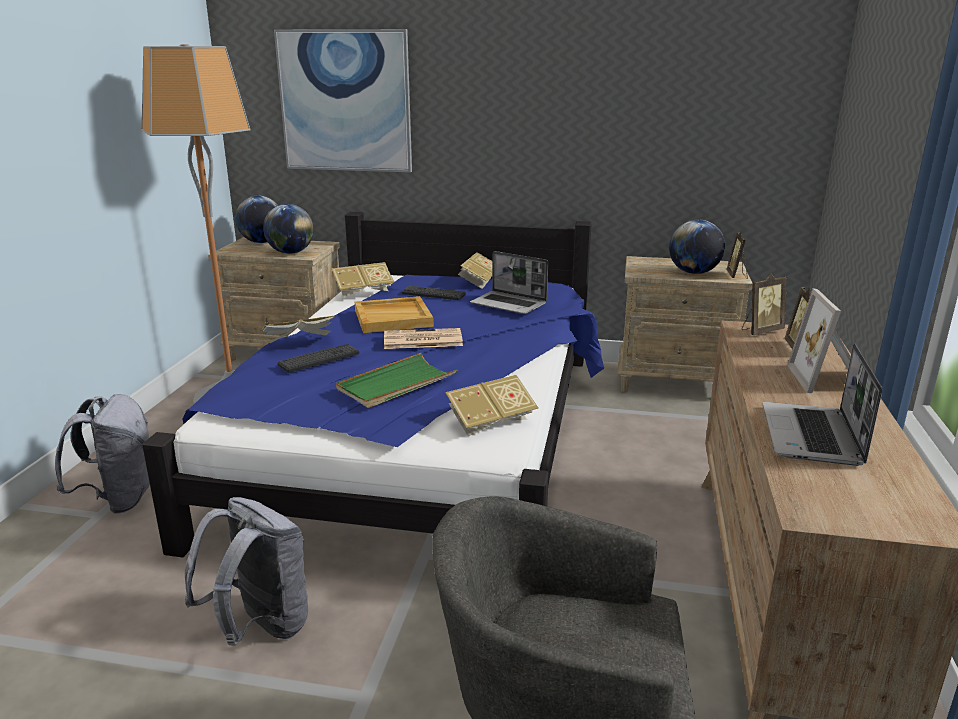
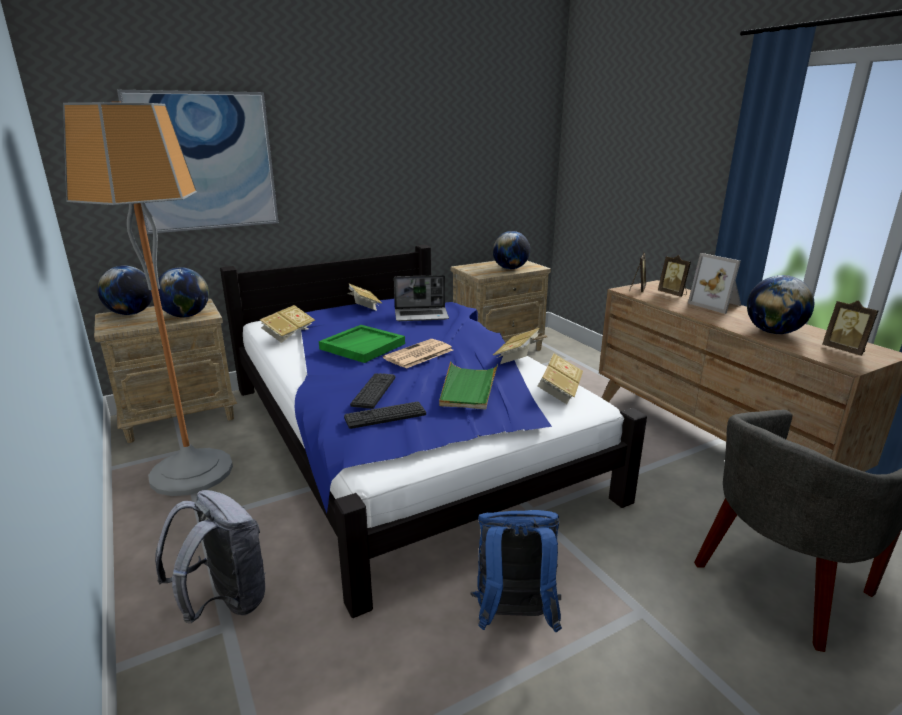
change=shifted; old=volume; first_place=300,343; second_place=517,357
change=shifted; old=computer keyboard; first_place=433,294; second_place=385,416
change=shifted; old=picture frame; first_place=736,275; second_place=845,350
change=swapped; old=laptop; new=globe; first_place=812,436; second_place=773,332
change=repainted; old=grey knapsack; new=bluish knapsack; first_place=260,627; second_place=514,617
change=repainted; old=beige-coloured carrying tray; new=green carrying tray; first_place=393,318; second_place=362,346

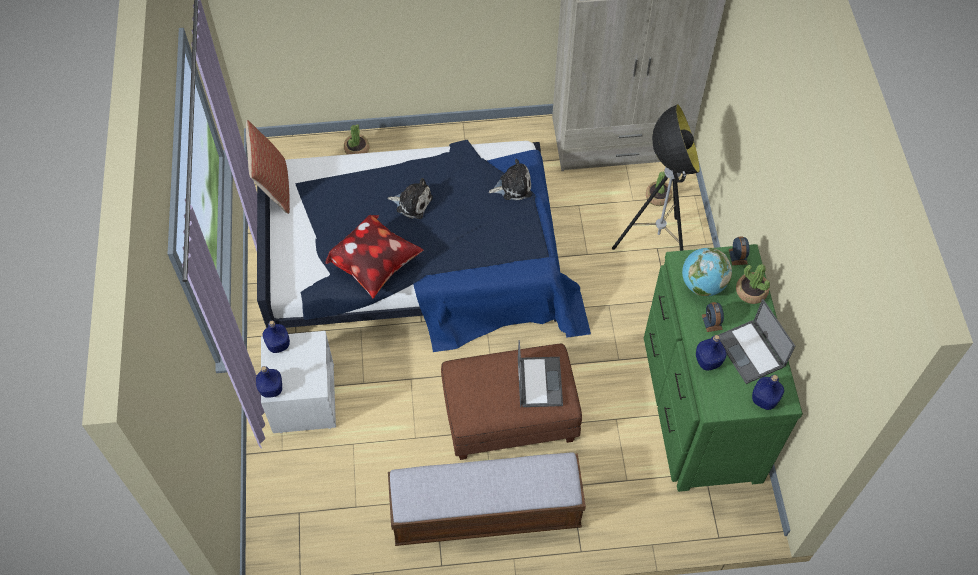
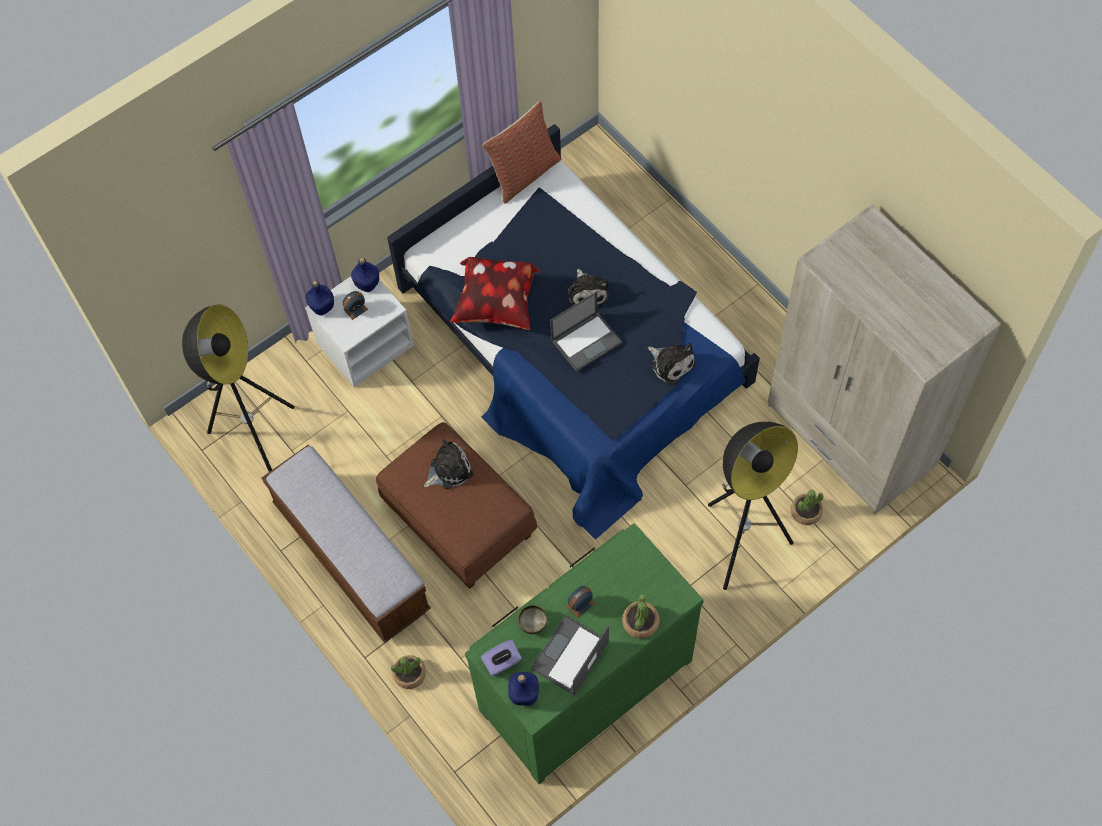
change=gone; old=globe; first_place=702,284
change=new; new=floor lamp; second_place=256,439
change=new; new=cuddly toy; second_place=449,470
change=new; new=purplish tissue holder; second_place=502,662
change=shifted; old=houseplant; first_place=357,149; second_place=409,674
change=shifted; old=laptop; first_place=539,381; second_place=587,340
change=shifted; old=table clock; first_place=738,256; second_place=355,309
change=swapped; old=bluish bottle; new=deep dish; first_place=708,362; second_place=533,623

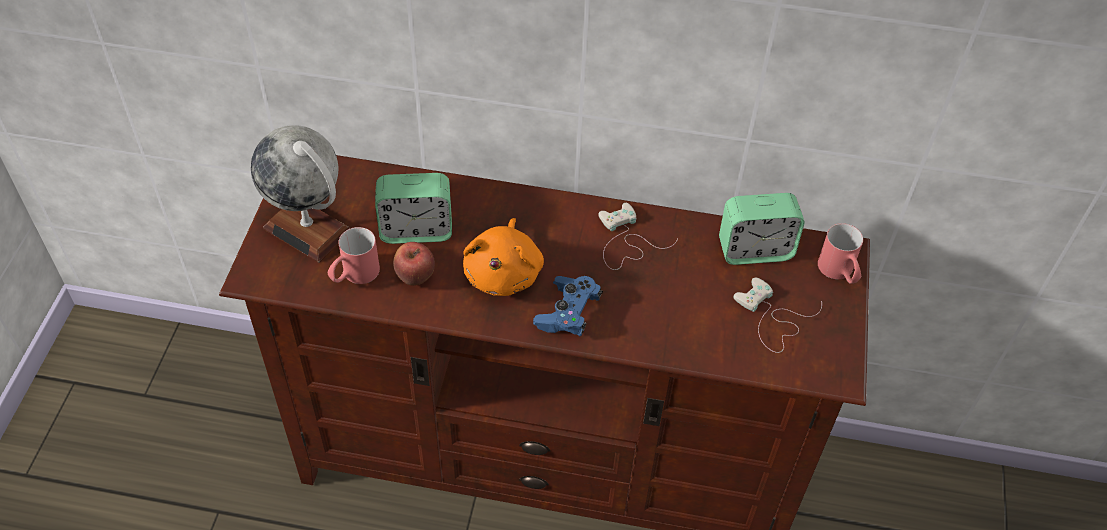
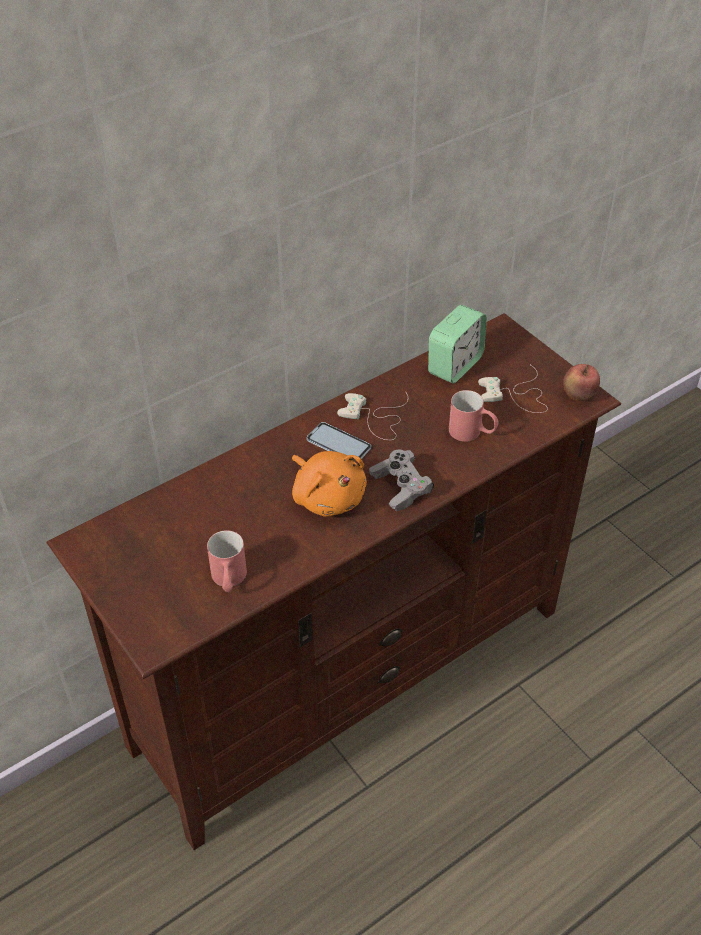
change=gone; old=globe; first_place=308,229
change=gone; old=table clock; first_place=416,230
change=new; new=phone; second_place=338,444
change=shifted; old=whole apple; first_place=415,277; second_place=578,396
change=shifted; old=red coffee mug; first_place=839,273; second_place=472,433
change=repainted; old=bluish joypad; new=grey joypad; first_place=568,313; second_place=401,487

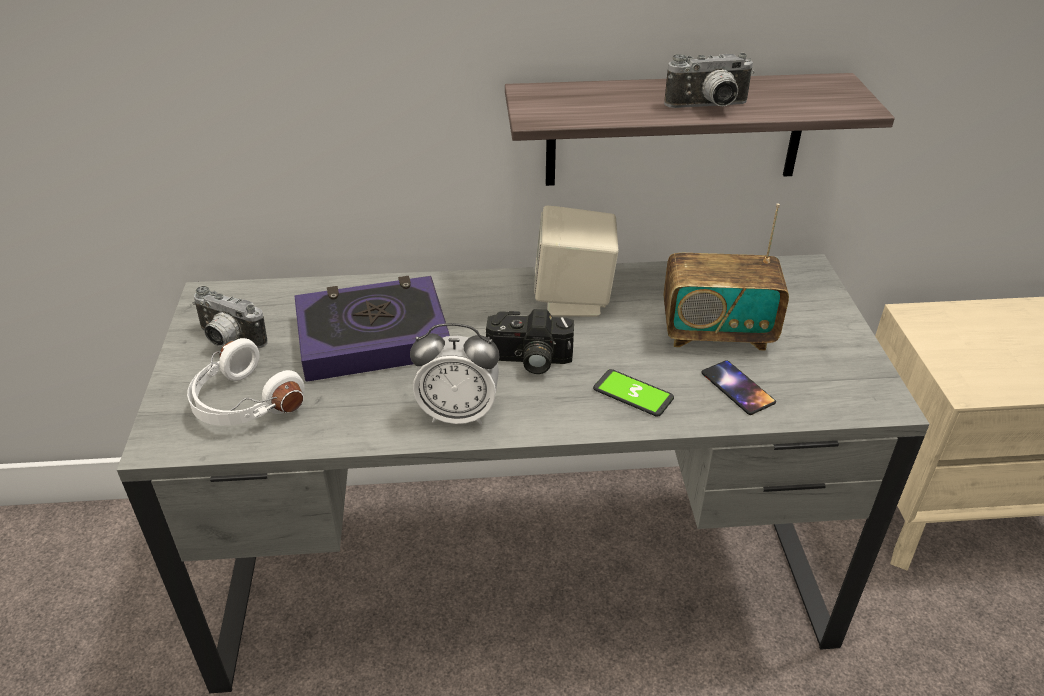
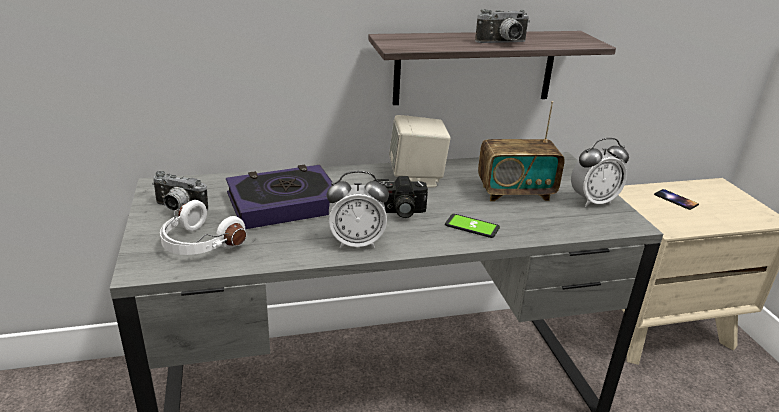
change=new; new=table clock; second_place=593,201
change=shifted; old=phone; first_place=737,388; second_place=676,199

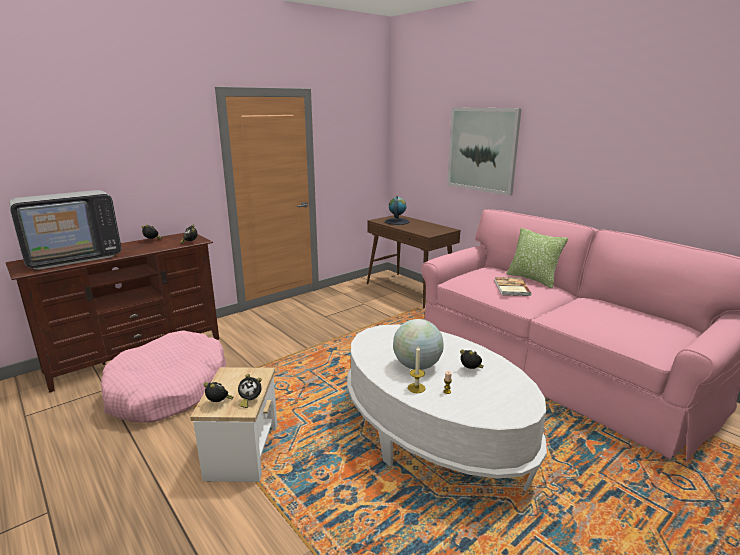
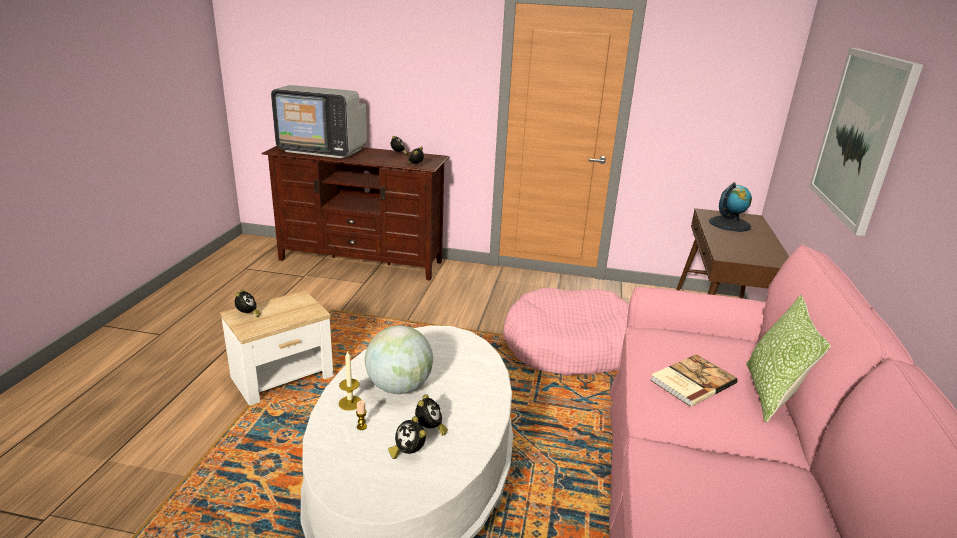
change=shifted; old=pinkish dog bed; first_place=168,390; second_place=569,346
change=shifted; old=table clock; first_place=250,401; second_place=408,452

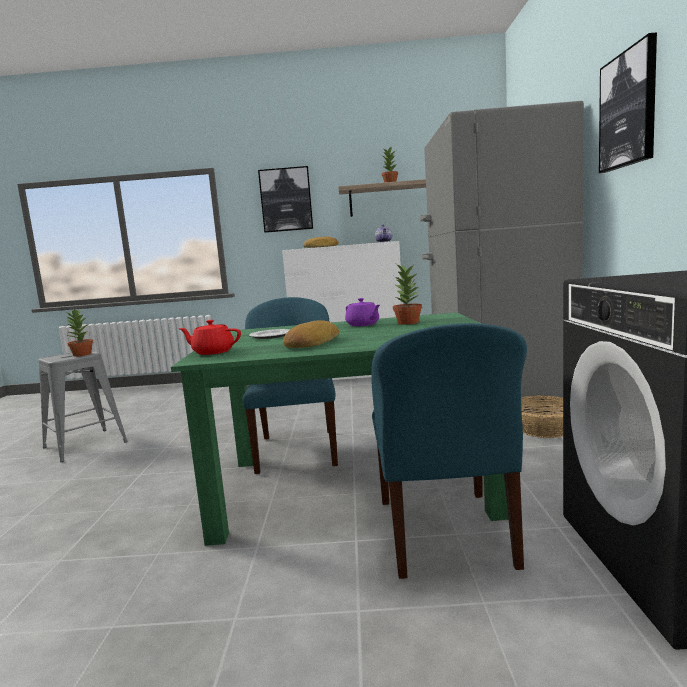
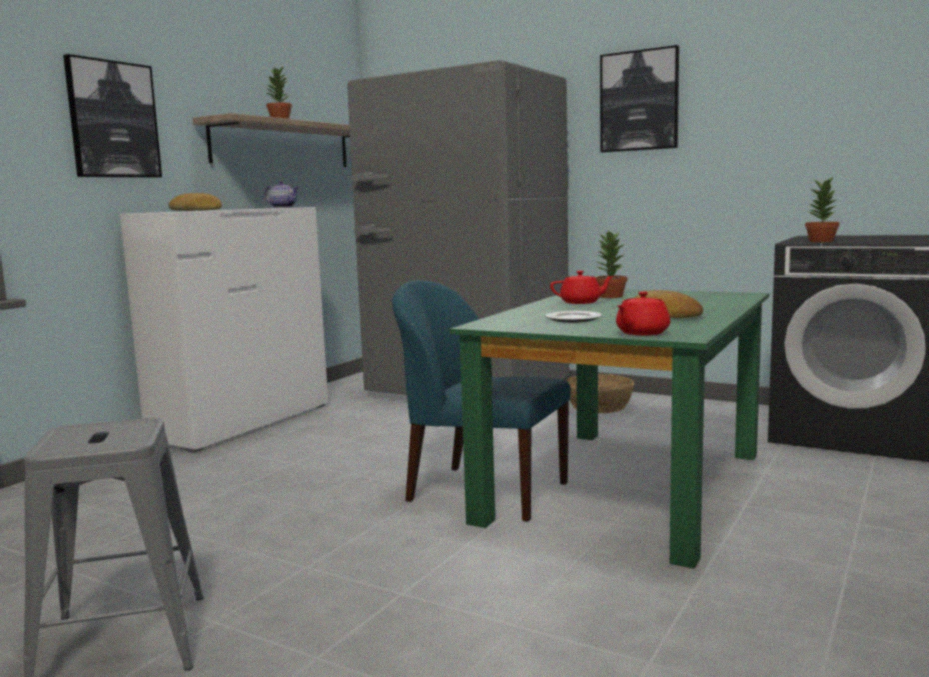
change=gone; old=bluish plain chair; first_place=445,534
change=shifted; old=houseplant; first_place=81,354; second_place=821,241
change=repainted; old=purplish teapot; new=red teapot; first_place=363,324; second_place=581,302

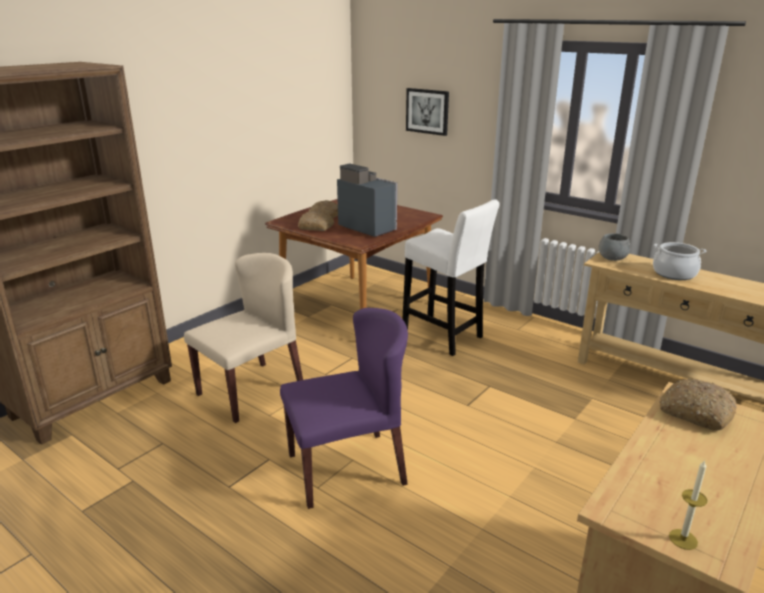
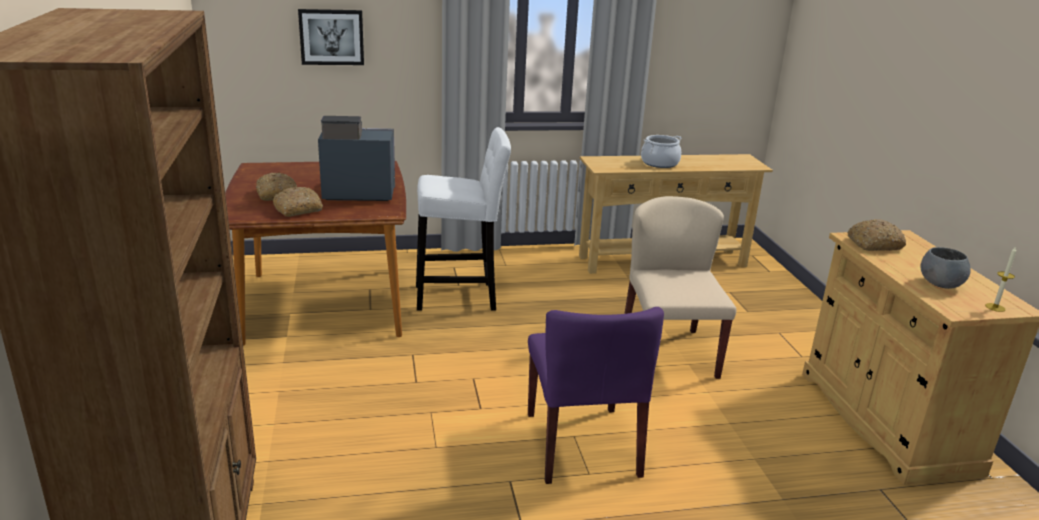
change=shifted; old=beige-coloured plain chair; first_place=251,391; second_place=668,353
change=shifted; old=grey deep dish; first_place=612,258; second_place=940,284
change=rotated; old=purplish plain chair; first_place=347,468; second_place=582,444; degrees=150

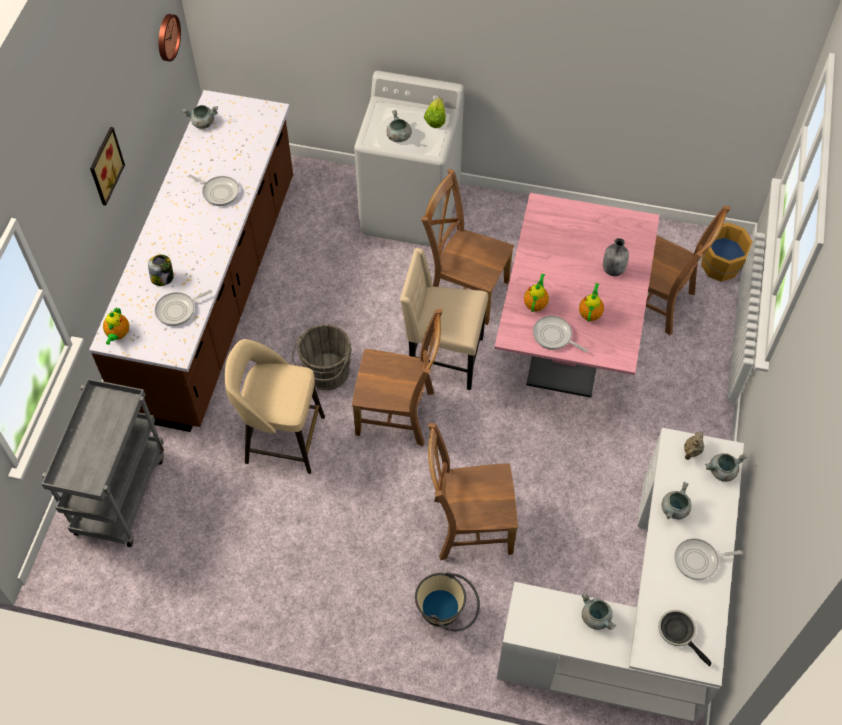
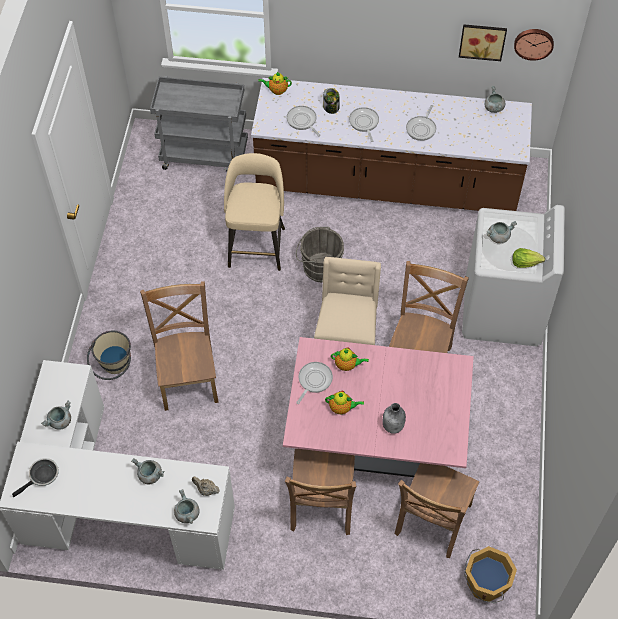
change=shifted; old=picture; first_place=104,165; second_place=482,40
change=shifted; old=brown plain chair; first_place=399,414; second_place=321,506
change=shifted; old=frying pan; first_place=698,560; second_place=364,123

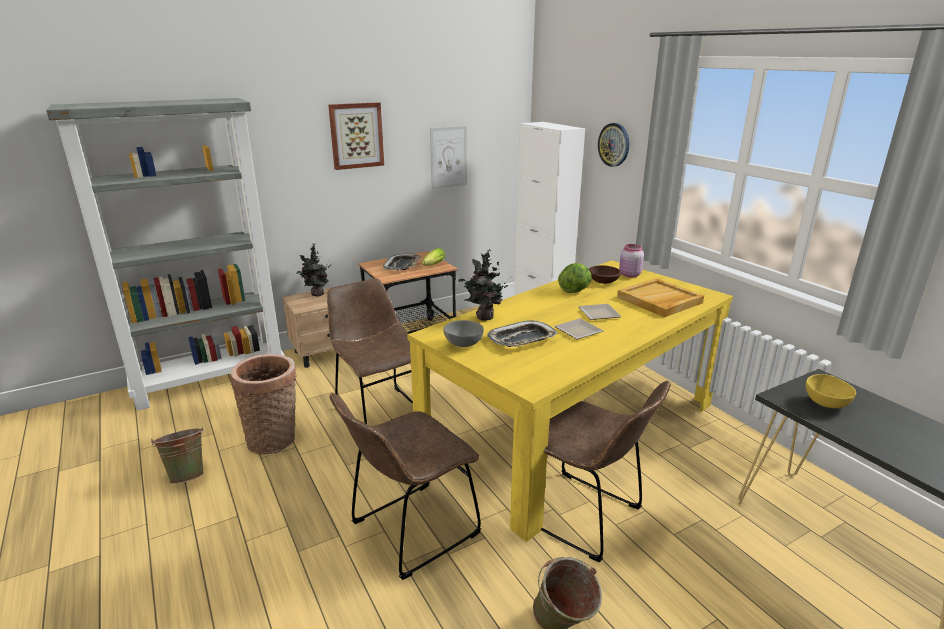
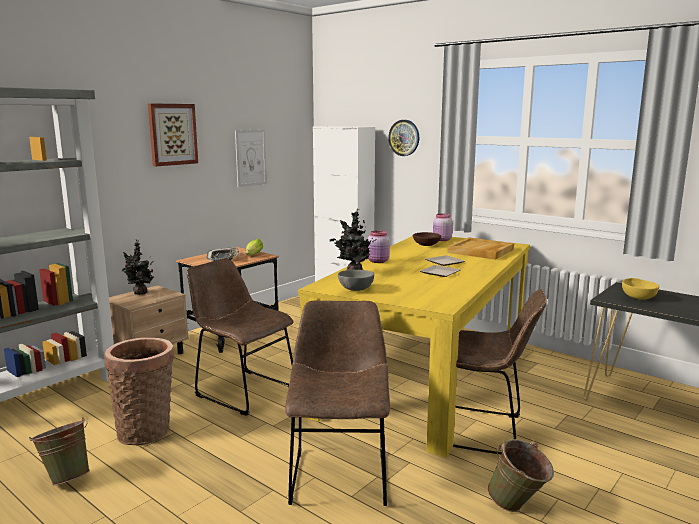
change=gone; old=carrying tray; first_place=522,339
change=gone; old=lettuce head; first_place=575,291
change=new; new=pinkish preserve jar; second_place=378,261
change=rotated; old=brown plain chair; first_place=409,532; second_place=339,472; degrees=150

